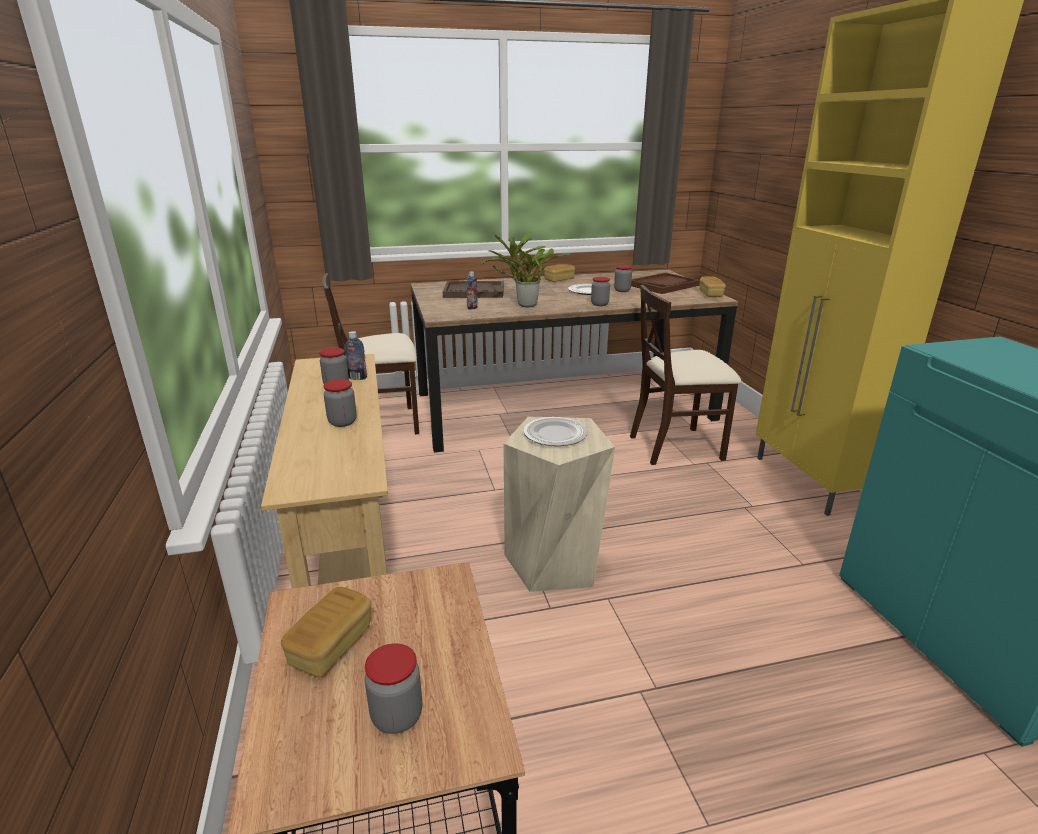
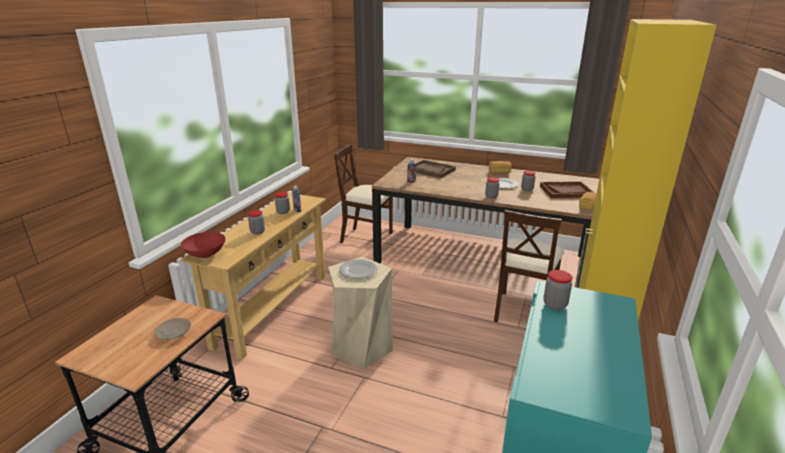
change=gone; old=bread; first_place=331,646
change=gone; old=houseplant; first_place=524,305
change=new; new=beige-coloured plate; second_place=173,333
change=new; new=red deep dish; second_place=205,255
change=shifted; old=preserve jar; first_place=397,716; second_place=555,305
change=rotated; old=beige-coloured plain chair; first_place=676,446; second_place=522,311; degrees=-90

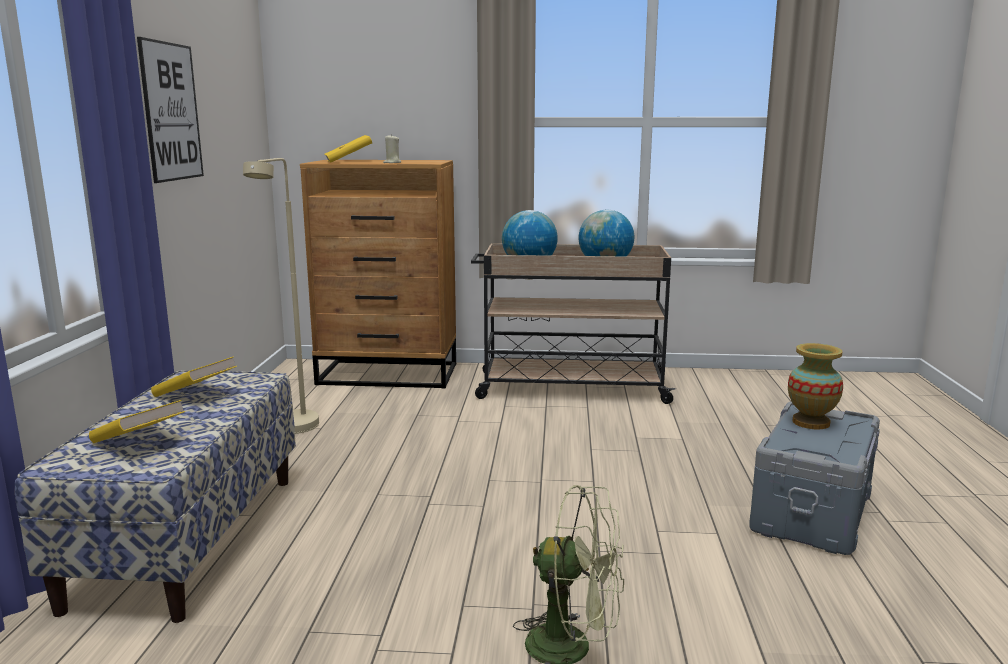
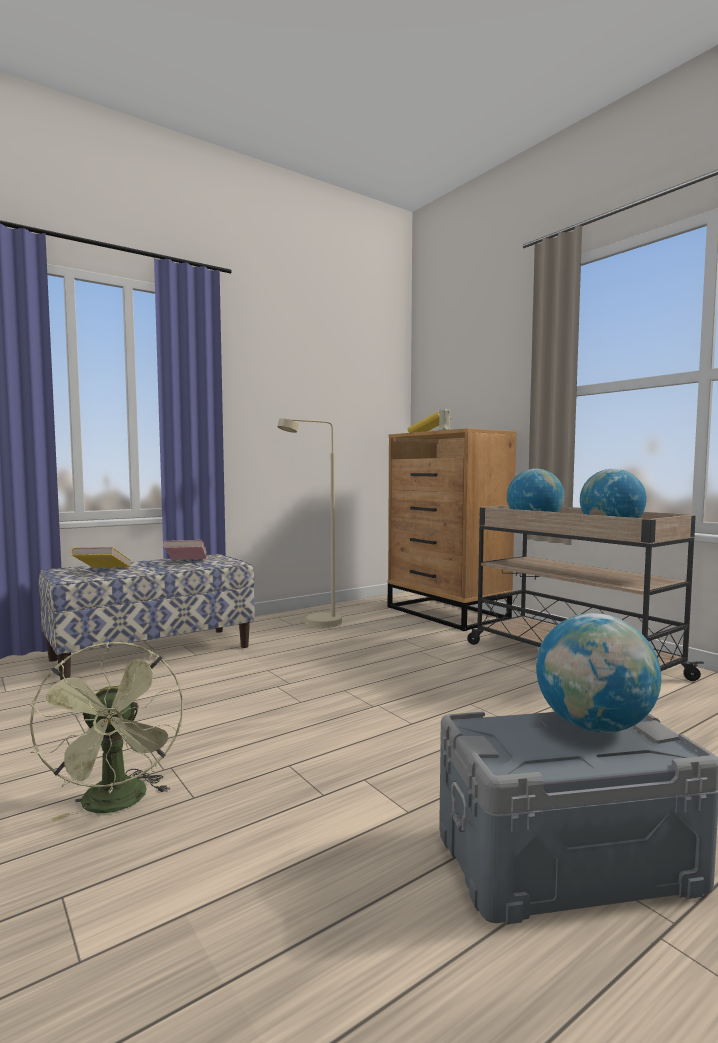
change=gone; old=picture; first_place=171,112
change=swapped; old=decorative vase; new=globe; first_place=811,423; second_place=594,727
change=repainted; old=yellow-coloured volume; new=pinkish volume; first_place=195,394; second_place=186,562

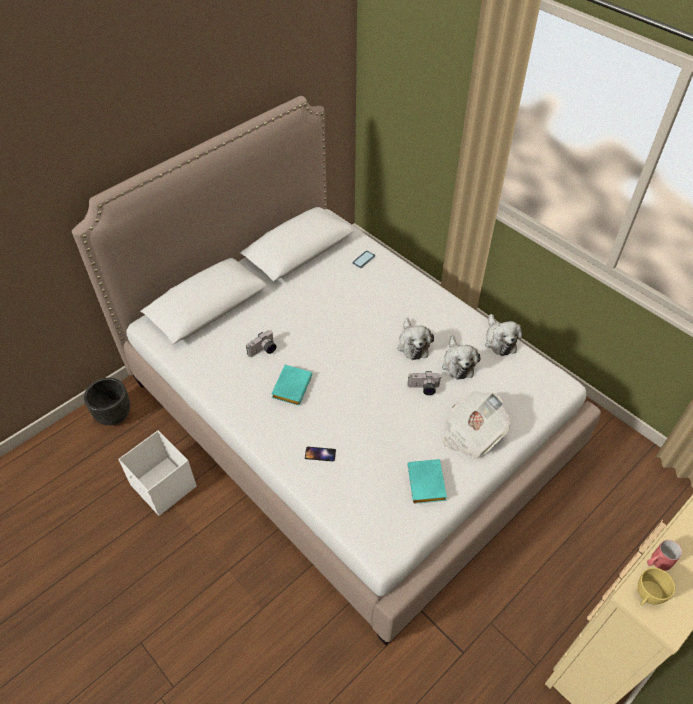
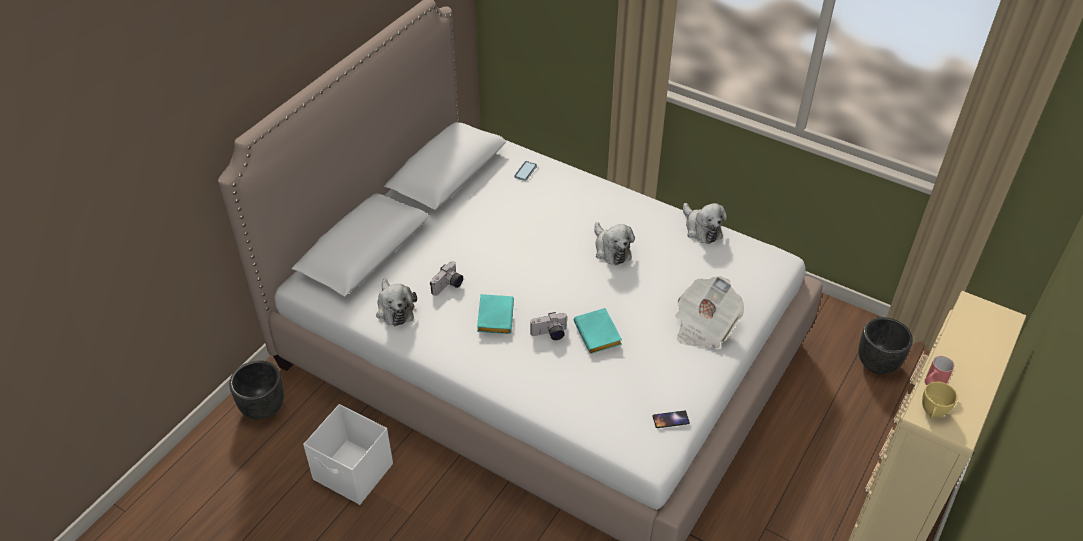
change=new; new=black-coloured planter; second_place=877,364
change=shifted; old=phone; first_place=320,454; second_place=670,419
change=shifted; old=still camera; first_place=423,389; second_place=550,334
change=shifted; old=turquoise-coloured volume; first_place=428,484; second_place=599,335
change=shifted; old=cuddly toy; first_place=458,363; second_place=394,308

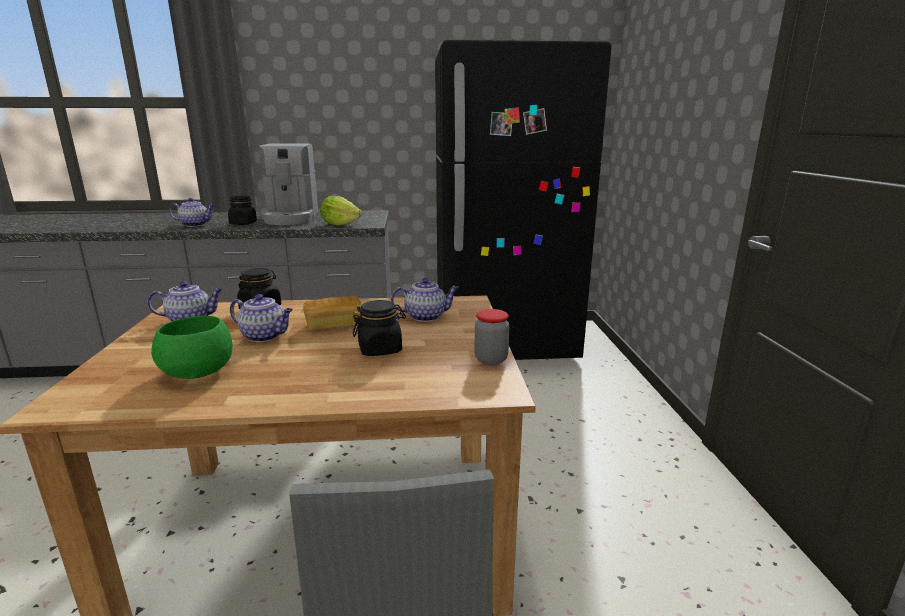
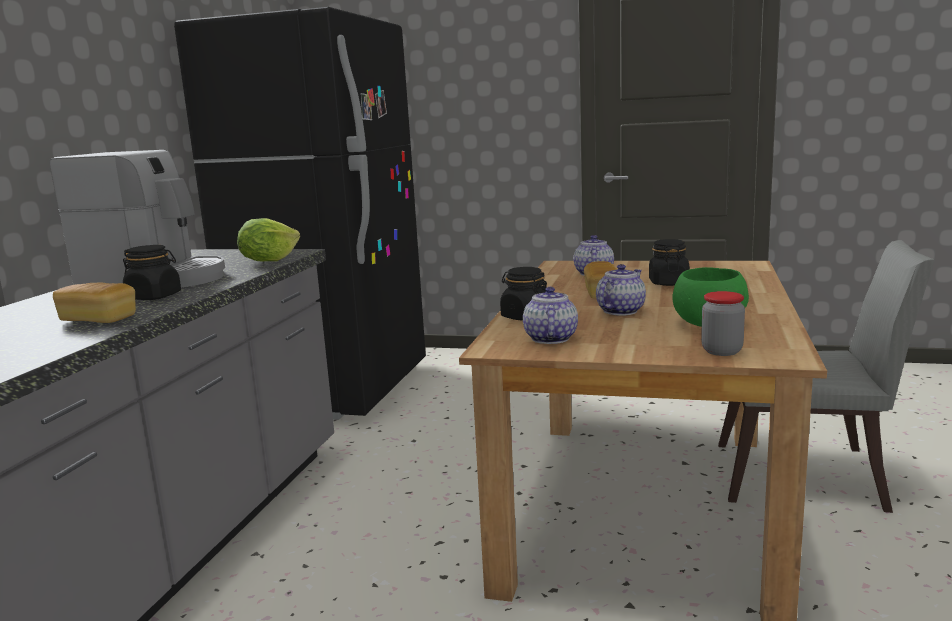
change=shifted; old=preserve jar; first_place=491,359; second_place=722,351
change=swapped; old=teapot; new=bread; first_place=195,225; second_place=98,320

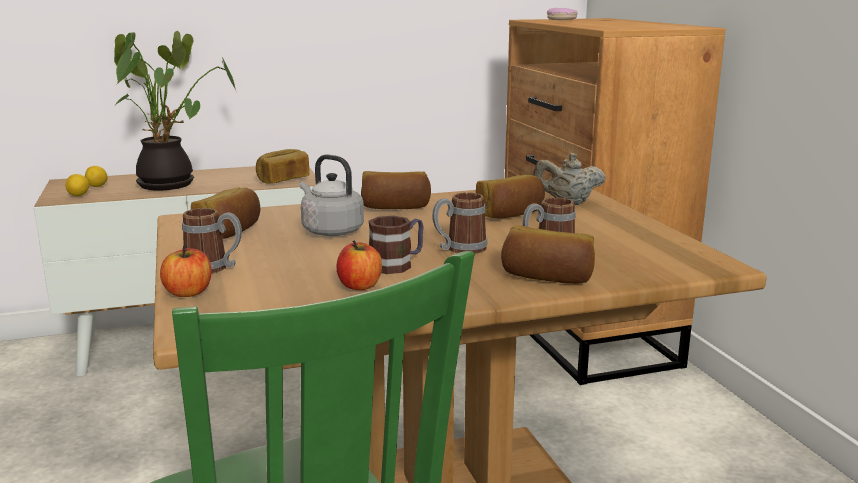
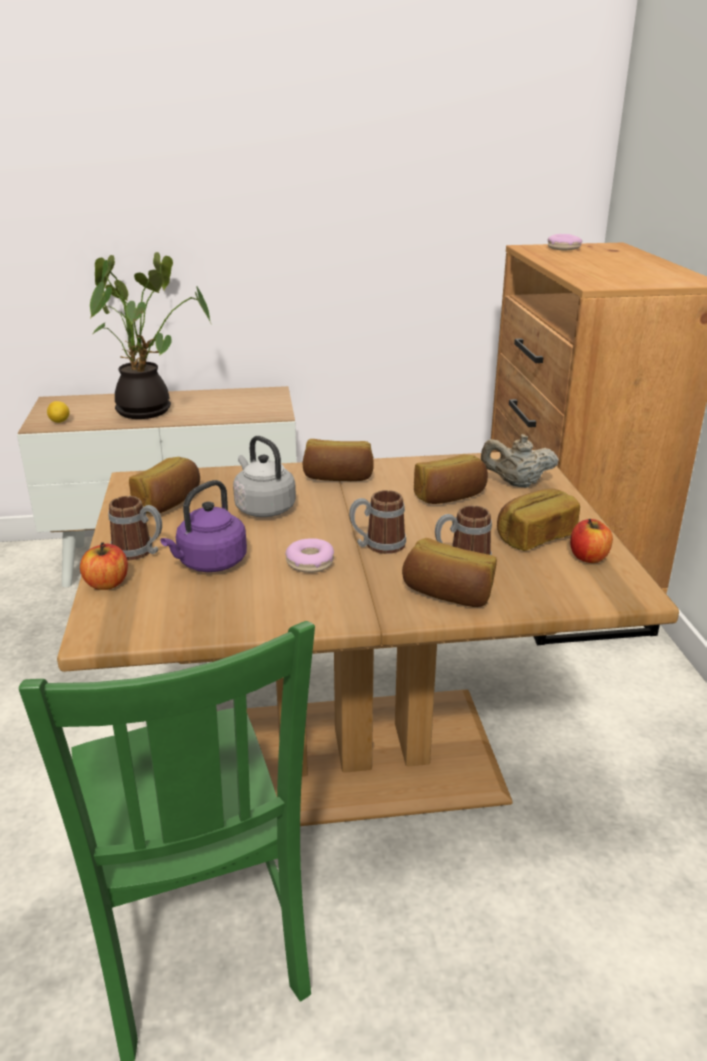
change=gone; old=whole lemon; first_place=97,186
change=new; new=purplish tea kettle; second_place=209,563
change=shifted; old=bread; first_place=283,179; second_place=534,537
change=shifted; old=whole apple; first_place=359,286; second_place=588,557
change=swapped; old=coffee mug; new=ring doughnut; first_place=398,264; second_place=310,562

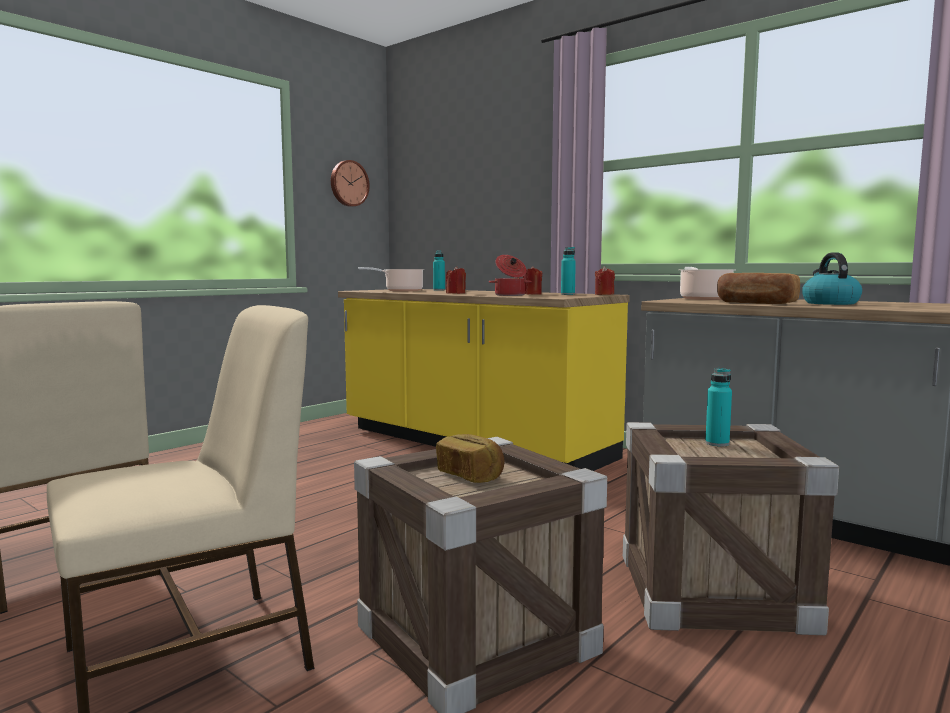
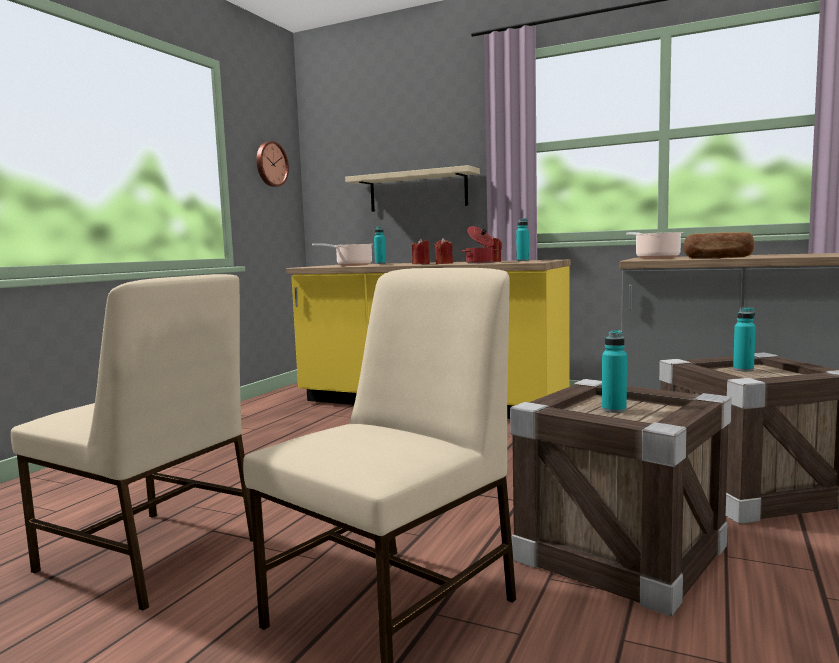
change=gone; old=tea kettle; first_place=829,303
change=new; new=beige-coloured shelf; second_place=417,191
change=shifted; old=red wax candle; first_place=604,294; second_place=444,263
change=swapped; old=bread; new=turquoise-coloured bottle; first_place=471,476; second_place=614,410

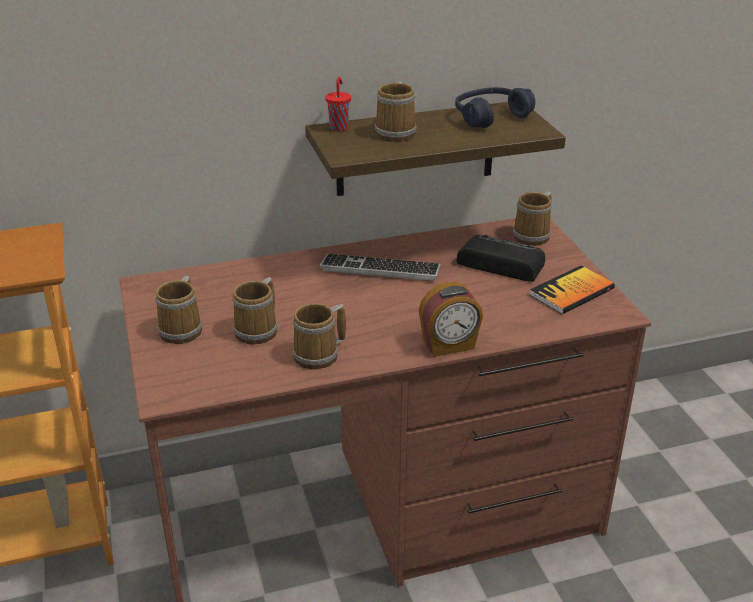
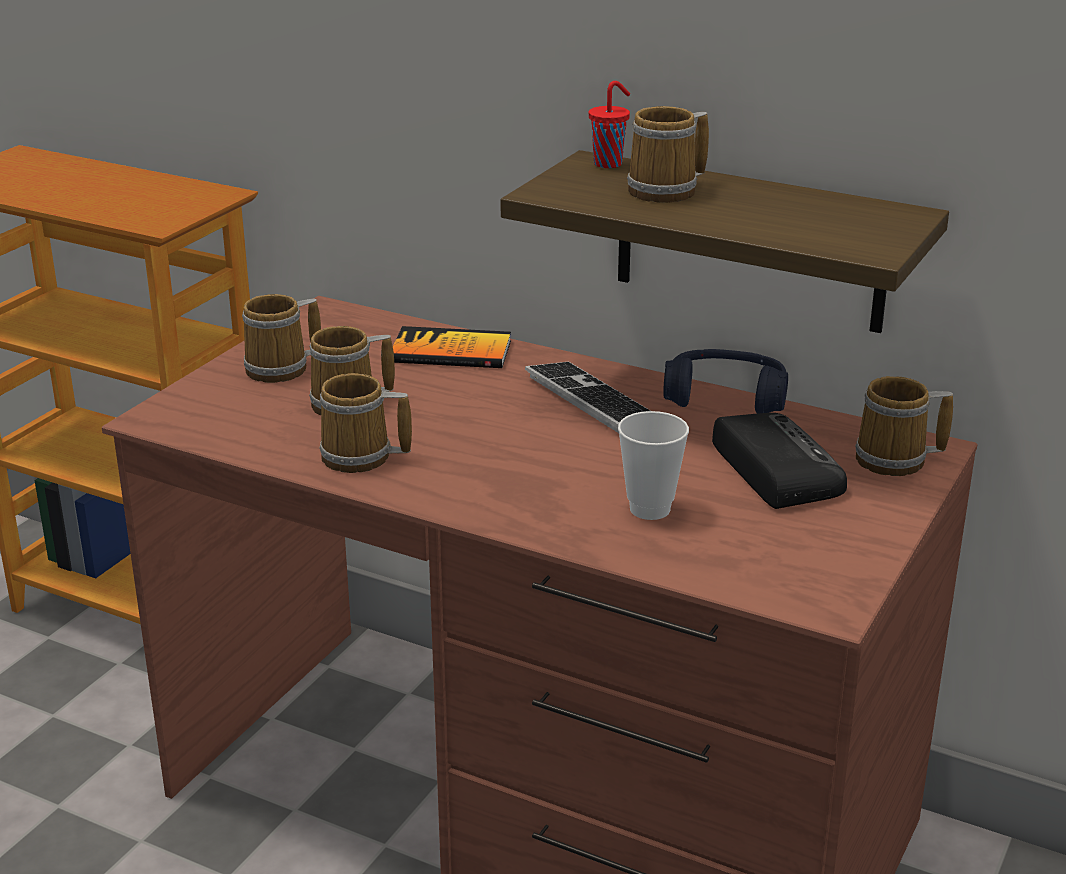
change=gone; old=table clock; first_place=449,345
change=new; new=small cup; second_place=650,509
change=shifted; old=bluish headset; first_place=490,117; second_place=725,397
change=shifted; old=volume; first_place=572,292; second_place=451,352

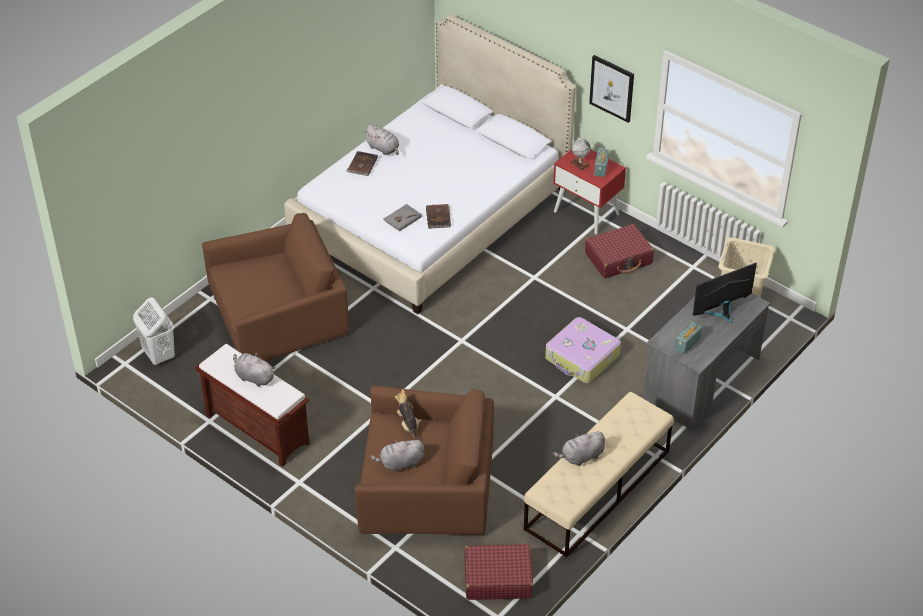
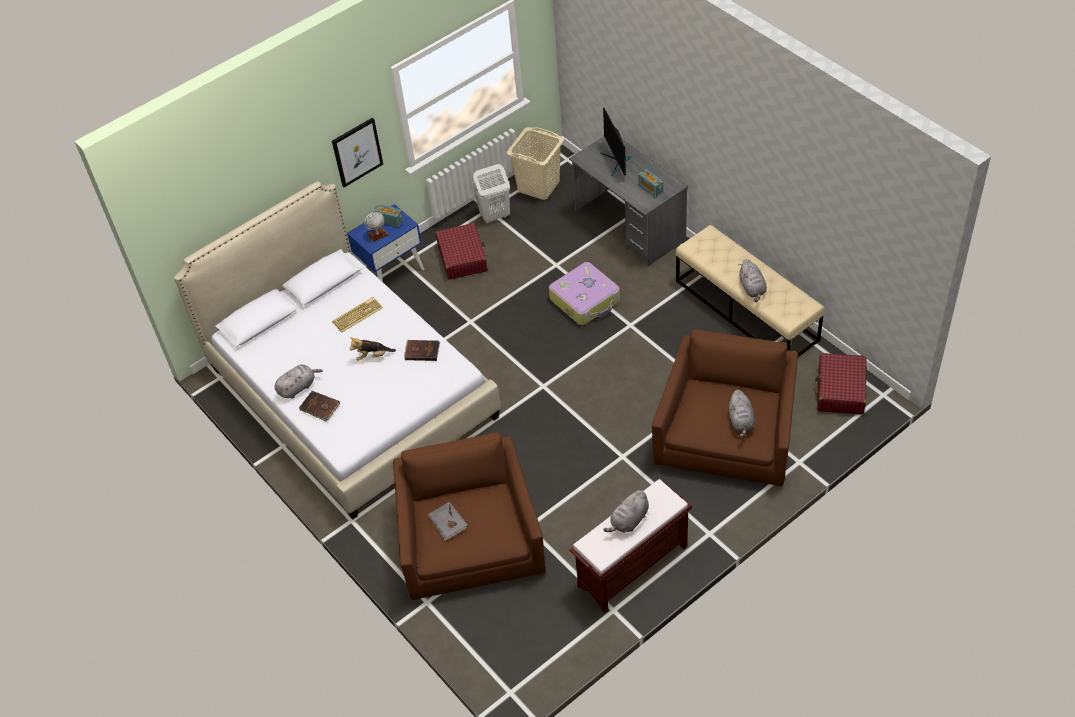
change=new; new=computer keyboard; second_place=357,314
change=shifted; old=white washing basket; first_place=158,355; second_place=494,215
change=shifted; old=grey volume; first_place=402,219; second_place=448,522
change=shifted; old=cuddly toy; first_place=408,425; second_place=373,356
change=repainted; old=red bedside table; new=bluish bedside table; first_place=587,212; second_place=392,272

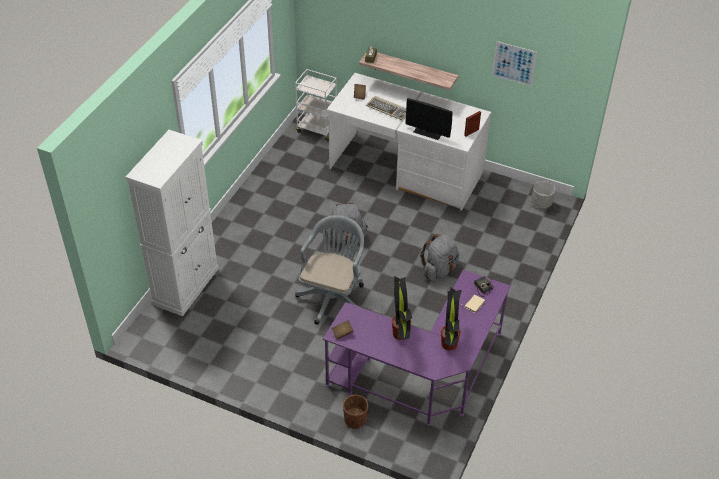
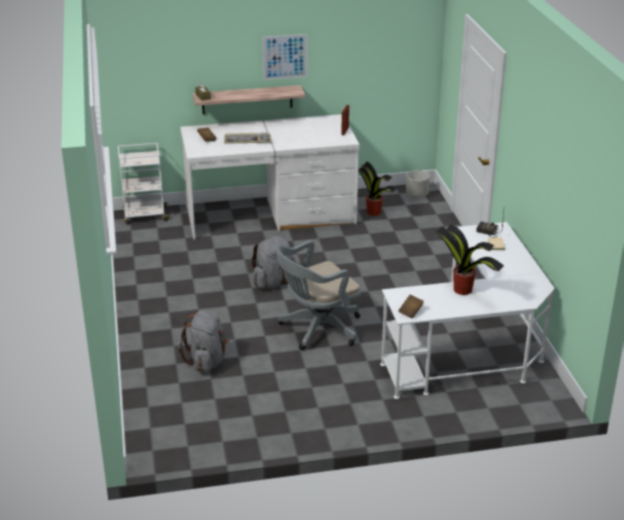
change=gone; old=white cabinet; first_place=186,286
change=gone; old=brown planter; first_place=355,420
change=gone; old=monitor; first_place=428,132
change=shifted; old=grey knapsack; first_place=439,270; second_place=207,361
change=shifted; old=houseplant; first_place=449,343; second_place=373,212
change=shifted; old=picture; first_place=514,63; second_place=285,57
change=repainted; old=purplish desk table; new=white desk table; first_place=423,375; second_place=473,349
change=rotated; old=grey computer chair; first_place=333,296; second_place=317,329; degrees=-105

